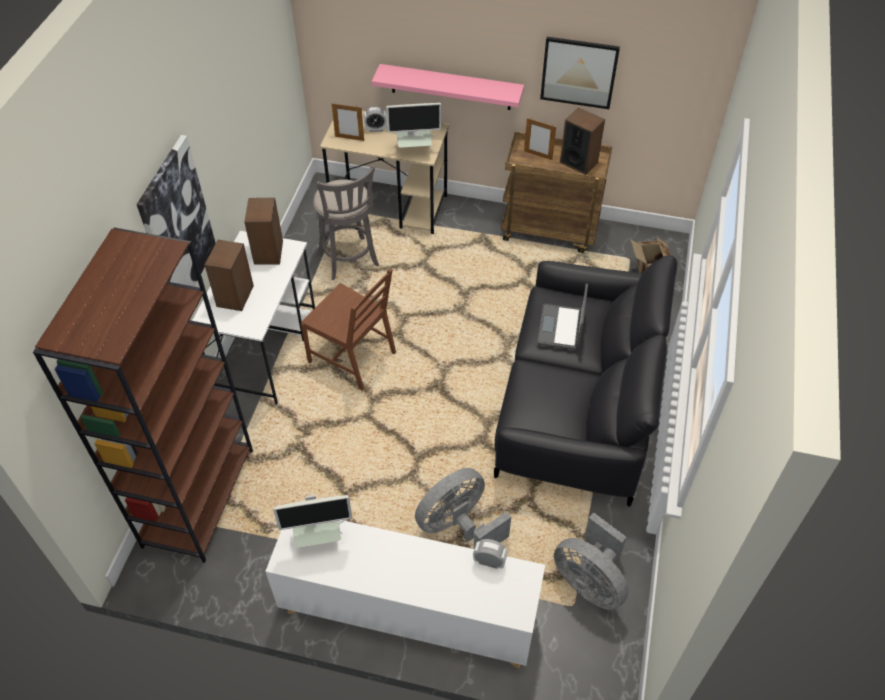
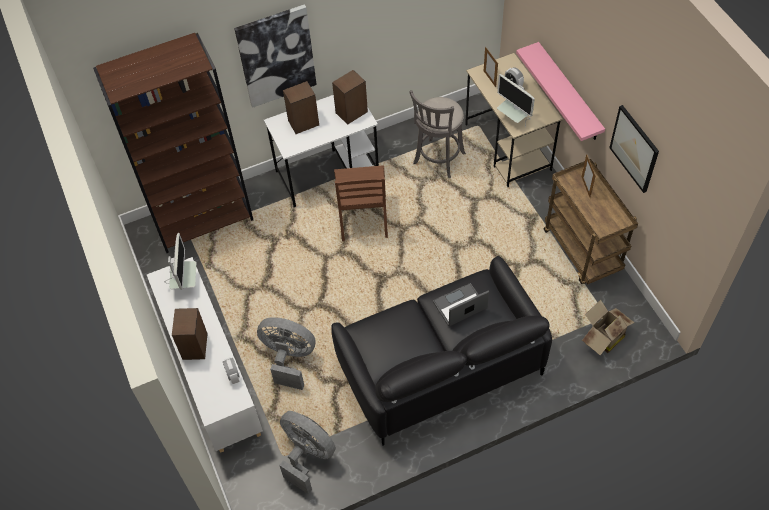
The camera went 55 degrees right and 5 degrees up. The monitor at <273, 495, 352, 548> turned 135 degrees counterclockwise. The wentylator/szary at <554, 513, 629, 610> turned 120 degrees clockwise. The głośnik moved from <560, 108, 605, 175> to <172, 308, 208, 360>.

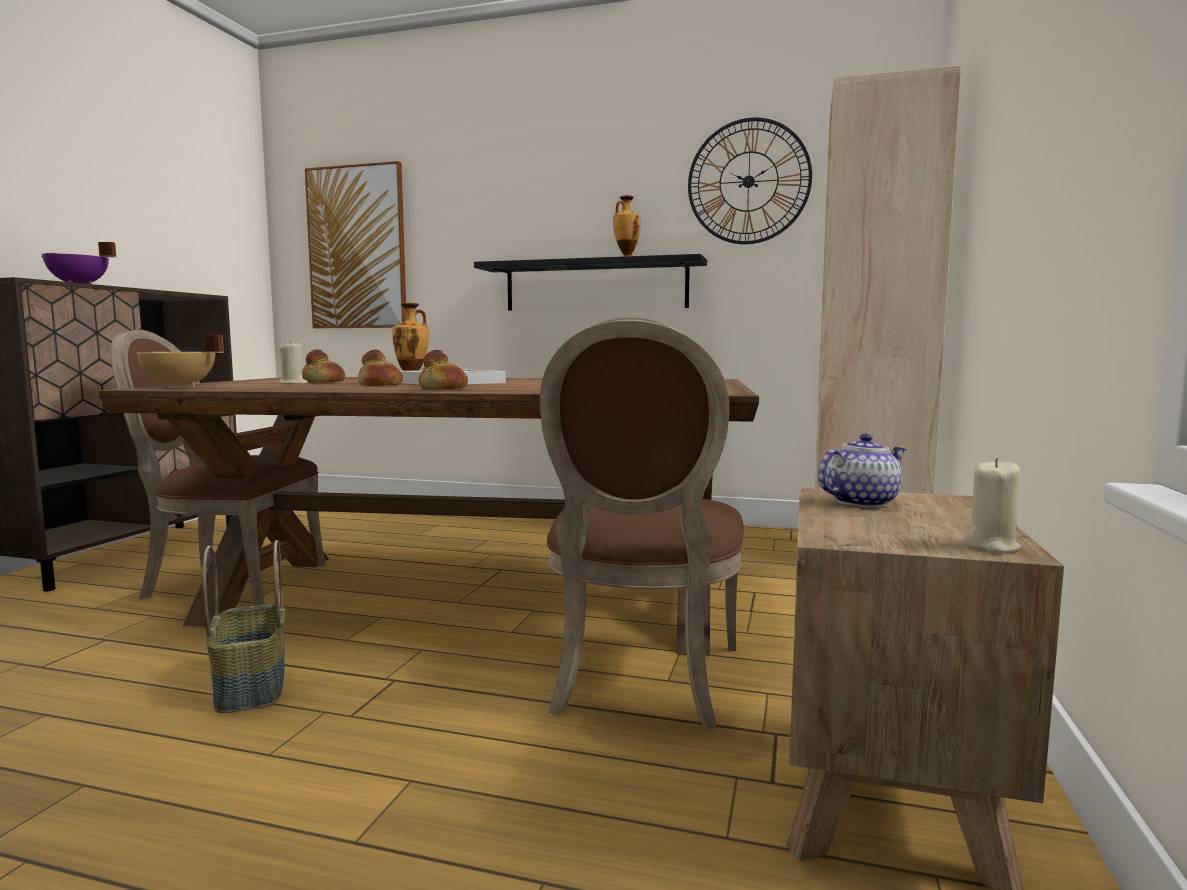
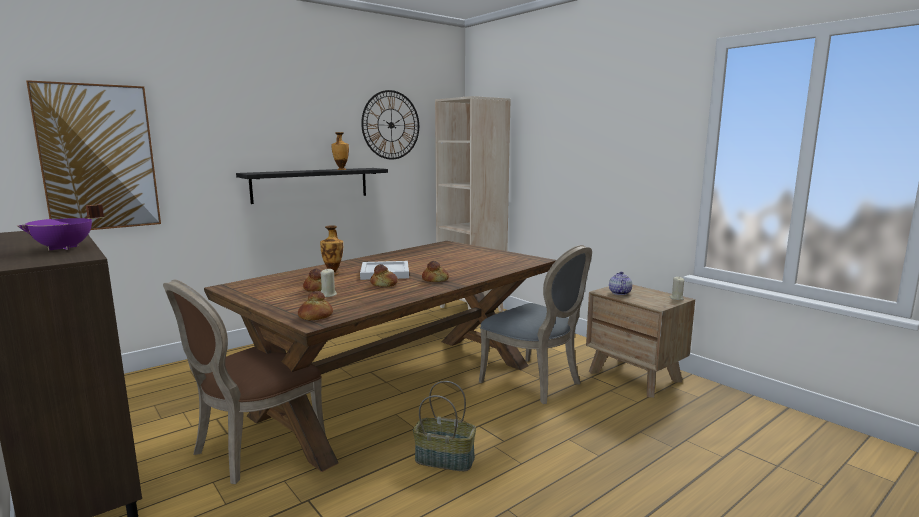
The camera went 55 degrees left and 5 degrees up. The garnek/beżowy at <136, 335, 224, 388> was replaced by the chleb at <298, 291, 333, 320>. The krzesło/brązowy at <540, 317, 744, 729> became the krzesło/szary at <479, 245, 592, 404>.

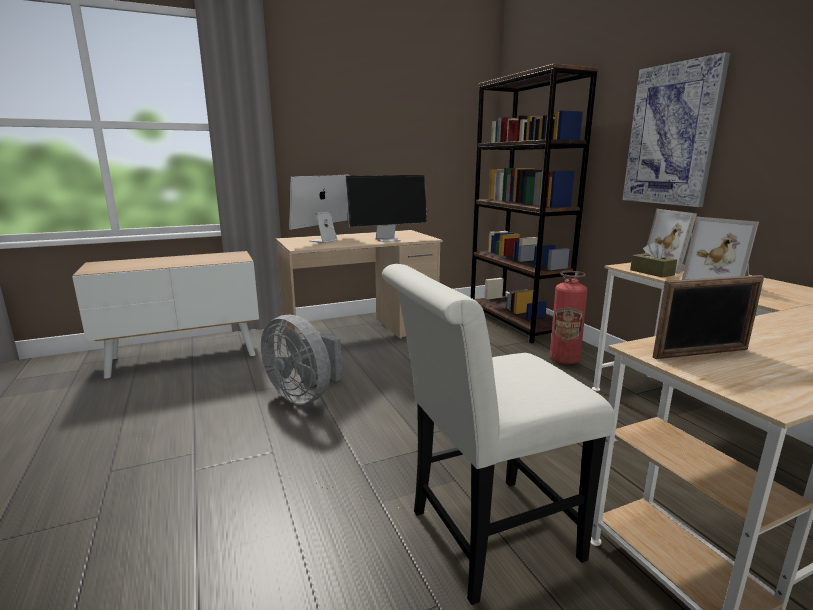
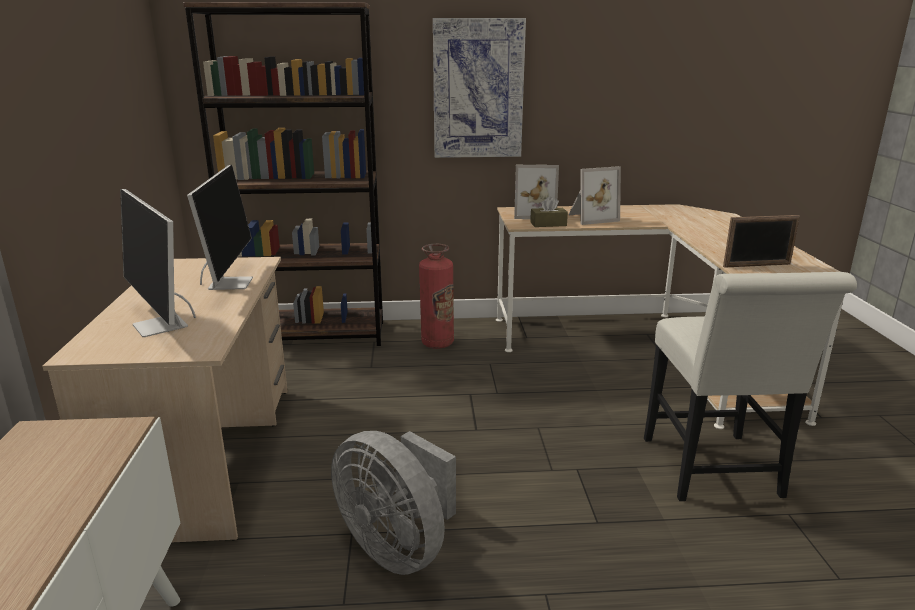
The camera went 70 degrees left and 5 degrees up. The wentylator/szary at <261, 314, 342, 404> turned 75 degrees clockwise. The ramka na zdjęcie at <653, 275, 764, 359> turned 75 degrees clockwise.

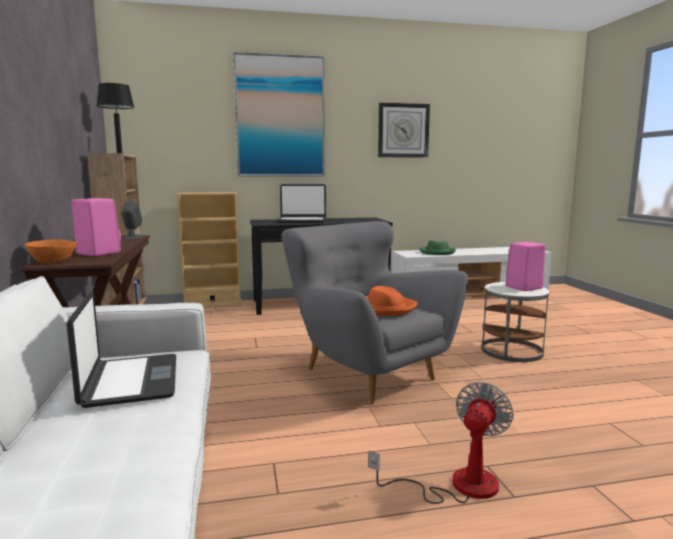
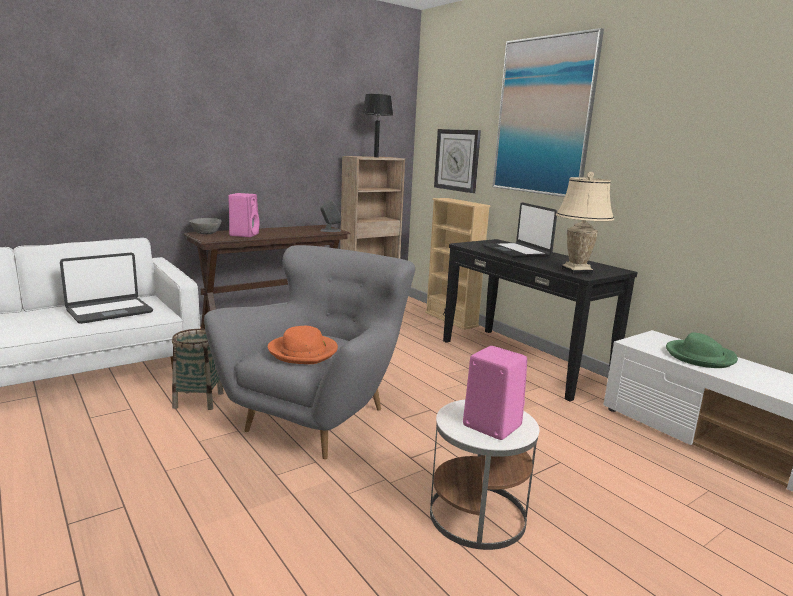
The camera went 65 degrees right and 5 degrees up. The miska/pomarańczowy at <25, 240, 77, 263> became the miska/szary at <189, 218, 222, 234>. The wentylator at <368, 382, 514, 504> disappeared. The zegar ścienny moved from <378, 103, 430, 158> to <434, 129, 481, 193>. The koszyk at <172, 329, 223, 410> appeared. The lampa stołowa/beżowy at <556, 172, 614, 274> appeared.

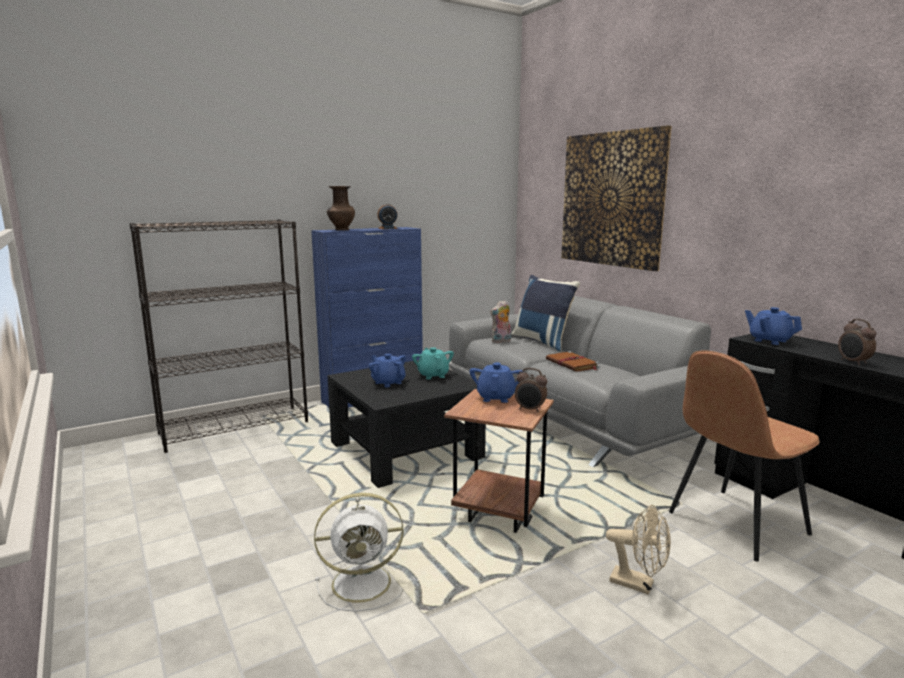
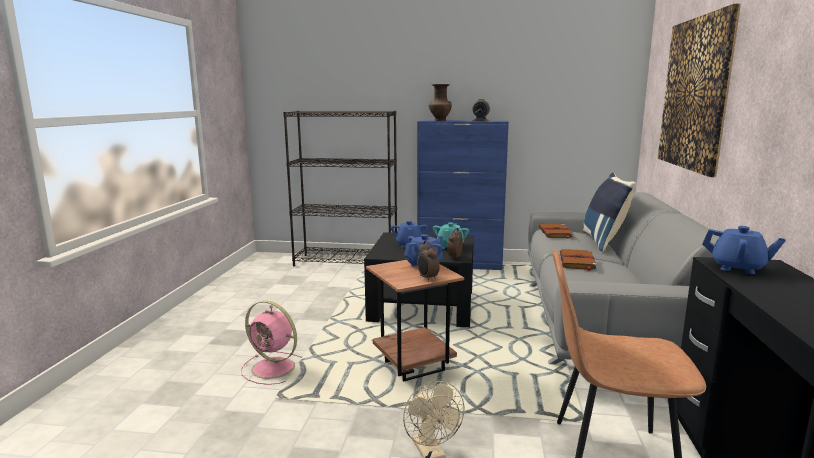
The camera went 40 degrees right and 0 degrees up. The wentylator/biały at <314, 493, 404, 612> became the wentylator/różowy at <241, 301, 302, 385>. The pluszak at <490, 300, 511, 343> was replaced by the książka/brązowy at <539, 224, 574, 239>. The imbryk/niebieski at <745, 307, 802, 345> turned 120 degrees clockwise. The budzik moved from <838, 319, 876, 365> to <447, 228, 463, 259>.

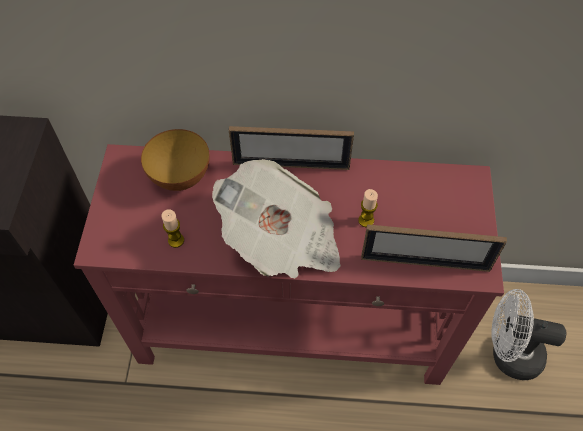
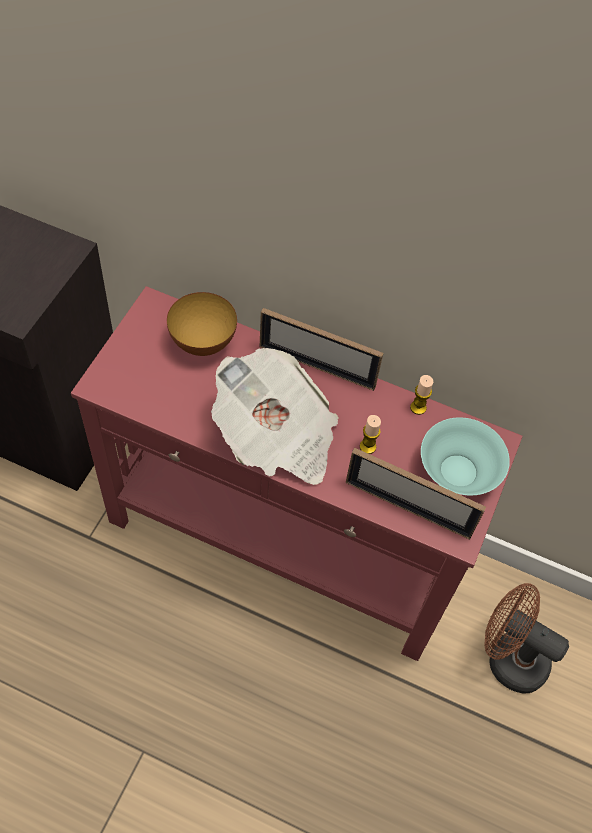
The camera went 15 degrees right and 0 degrees up. The świeca moved from <162, 209, 184, 248> to <410, 375, 433, 415>. The wentylator/biały at <491, 289, 566, 380> became the wentylator/brązowy at <485, 583, 569, 694>. The miska/turkusowy at <421, 418, 510, 495> appeared.

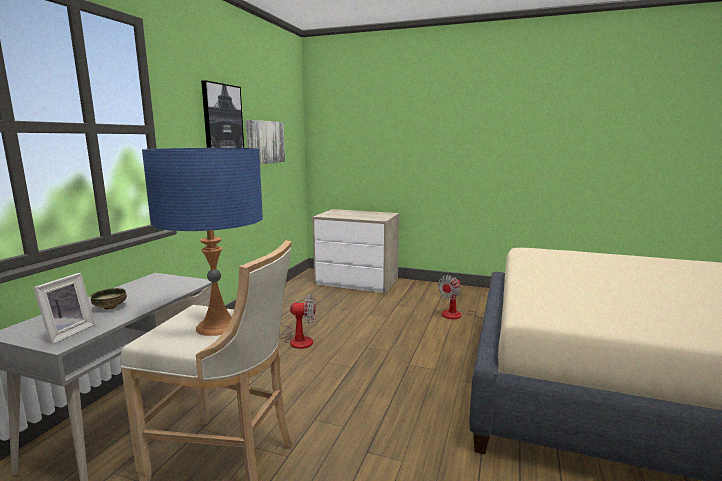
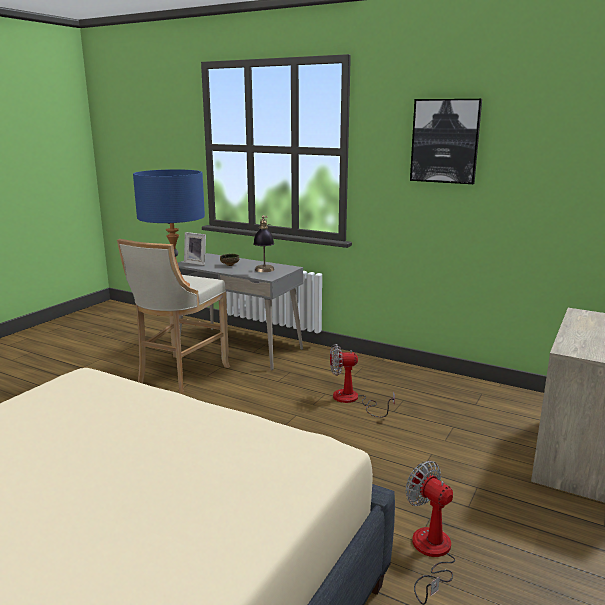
The camera went 100 degrees right and 5 degrees up. The obraz at <246, 120, 285, 164> disappeared. The wentylator at <279, 295, 316, 349> turned 75 degrees clockwise. The lampa stołowa at <253, 215, 274, 272> appeared.

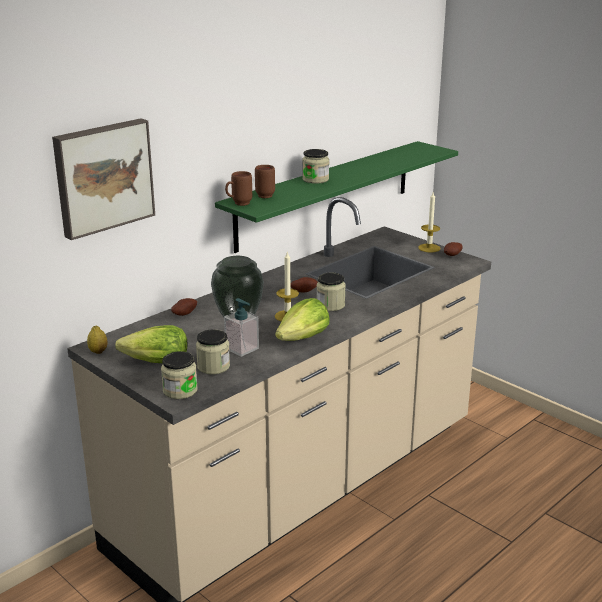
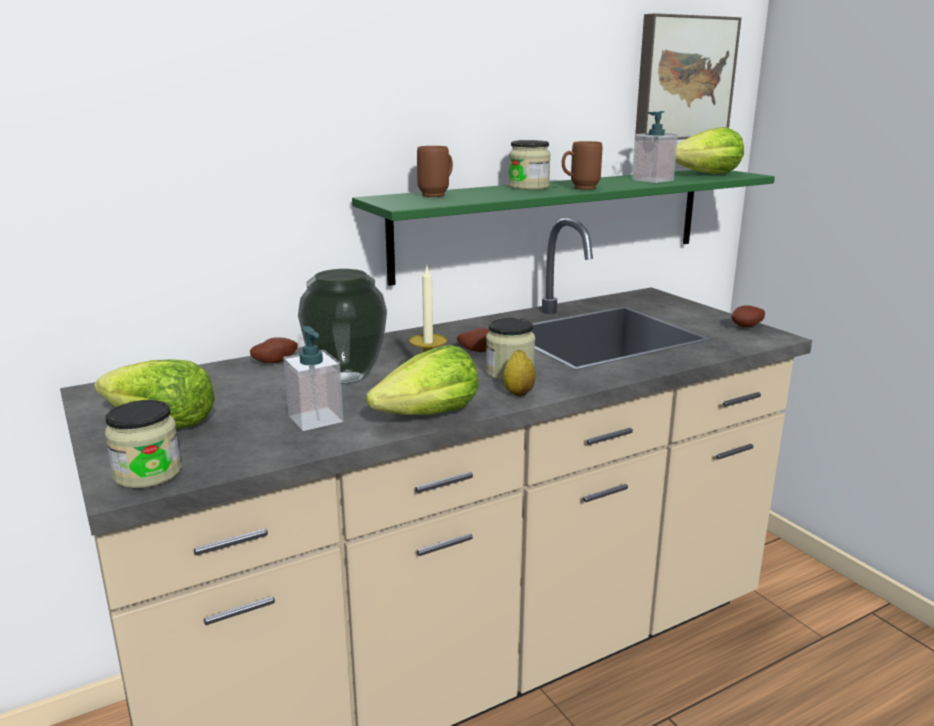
The camera went 15 degrees right and 5 degrees down. The obraz moved from <52, 118, 155, 240> to <635, 13, 742, 140>. The cytryna moved from <87, 326, 107, 354> to <503, 350, 536, 396>. The słoik at <196, 329, 230, 375> disappeared. The kubek/brązowy moved from <225, 171, 252, 206> to <562, 141, 602, 190>. The świeca at <418, 192, 440, 253> disappeared. The dozownik mydła at <632, 111, 678, 183> appeared. The sałata at <676, 127, 744, 174> appeared.

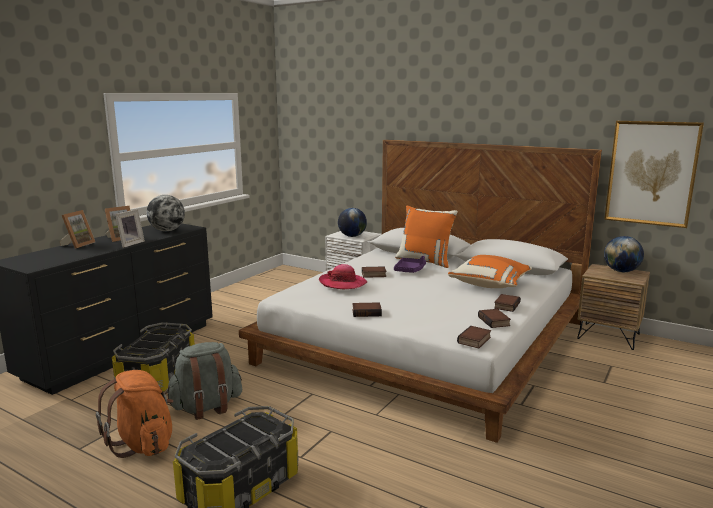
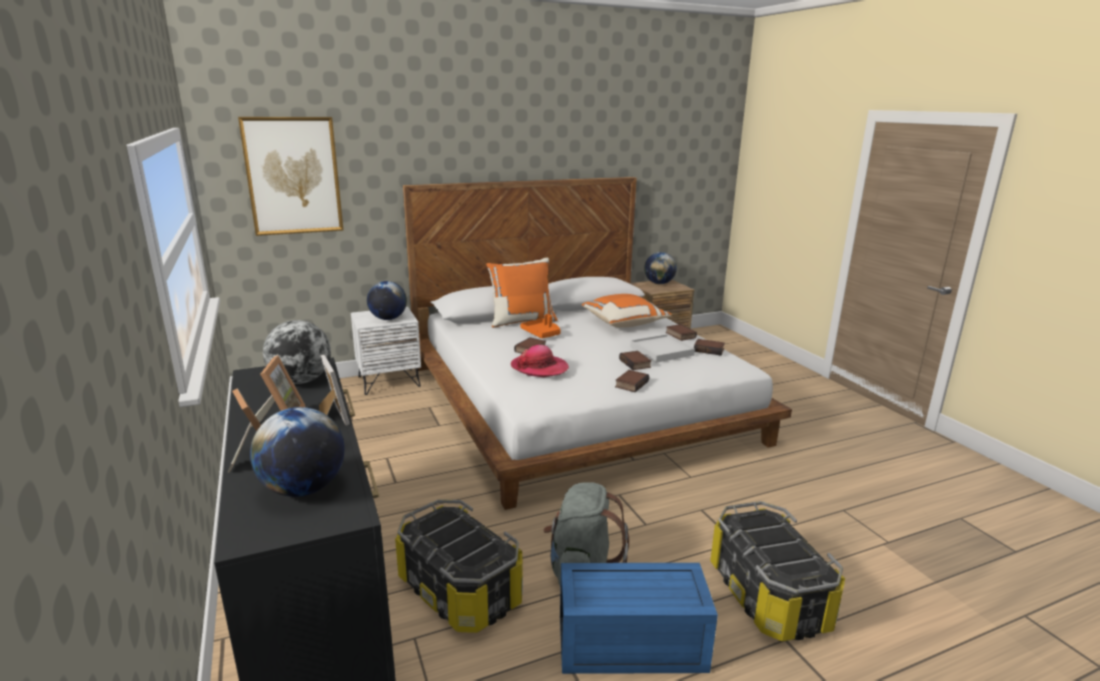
The camera went 55 degrees left and 5 degrees up. The plecak/pomarańczowy at <96, 370, 173, 458> was replaced by the pojemnik do przechowywania/niebieski at <560, 563, 718, 674>. The taca/fioletowy at <394, 256, 426, 273> became the taca/pomarańczowy at <520, 314, 561, 338>. The książka moved from <457, 326, 491, 349> to <619, 351, 652, 370>. The obraz moved from <604, 121, 704, 228> to <238, 117, 343, 236>. The globus at <250, 407, 345, 497> appeared. The taca/biały at <630, 334, 695, 363> appeared.

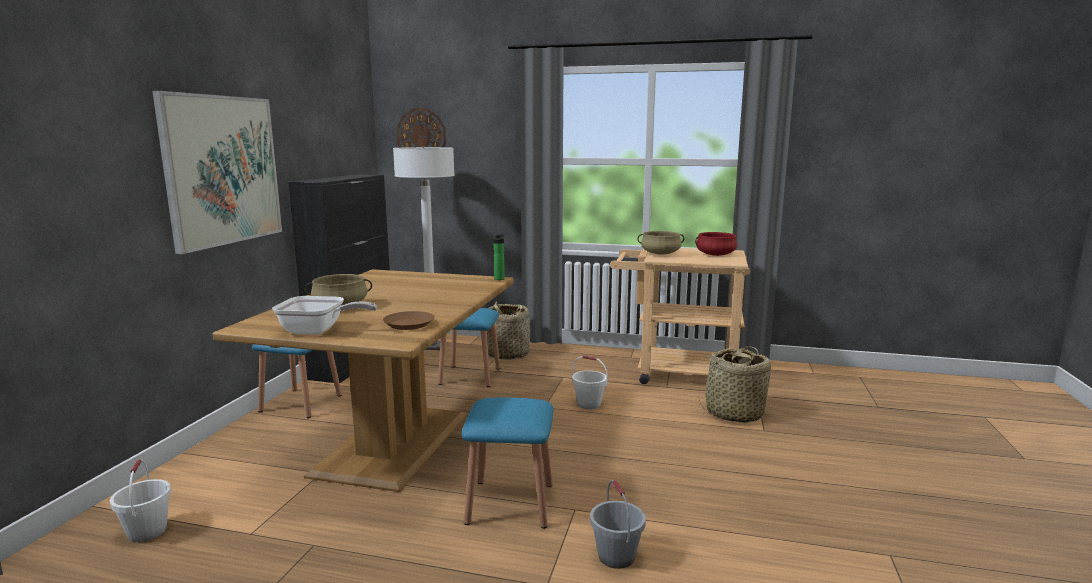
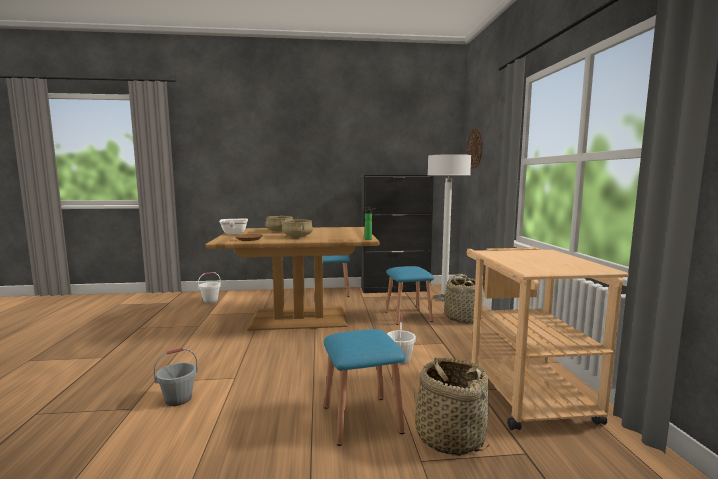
The camera went 70 degrees right and 5 degrees down. The obraz at <152, 91, 282, 254> disappeared. The stołek/niebieski moved from <462, 398, 553, 529> to <324, 329, 405, 446>. The garnek/beżowy moved from <637, 231, 684, 255> to <282, 219, 313, 237>. The garnek/czerwony at <695, 232, 737, 256> disappeared.

